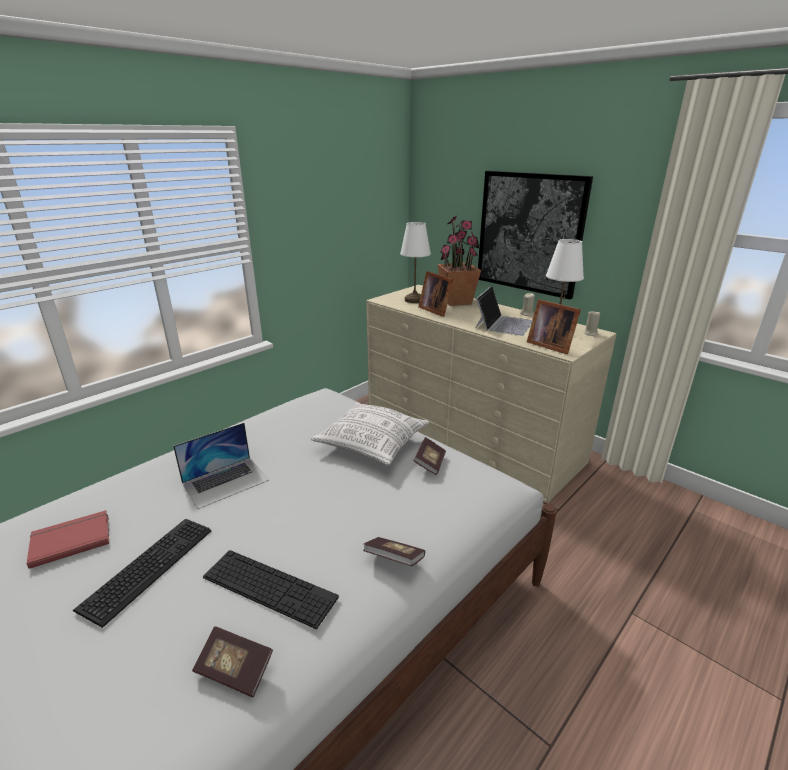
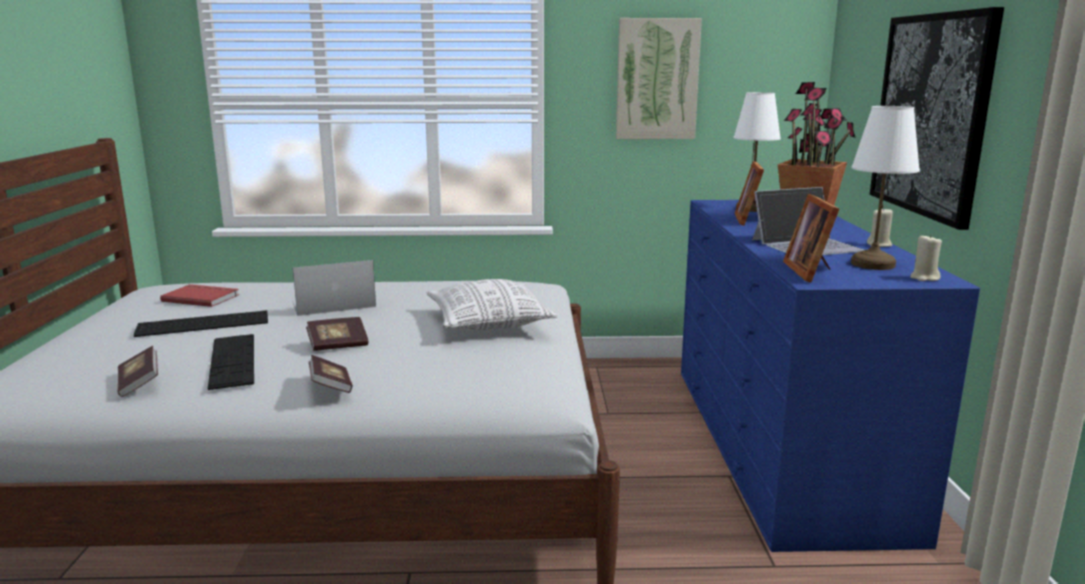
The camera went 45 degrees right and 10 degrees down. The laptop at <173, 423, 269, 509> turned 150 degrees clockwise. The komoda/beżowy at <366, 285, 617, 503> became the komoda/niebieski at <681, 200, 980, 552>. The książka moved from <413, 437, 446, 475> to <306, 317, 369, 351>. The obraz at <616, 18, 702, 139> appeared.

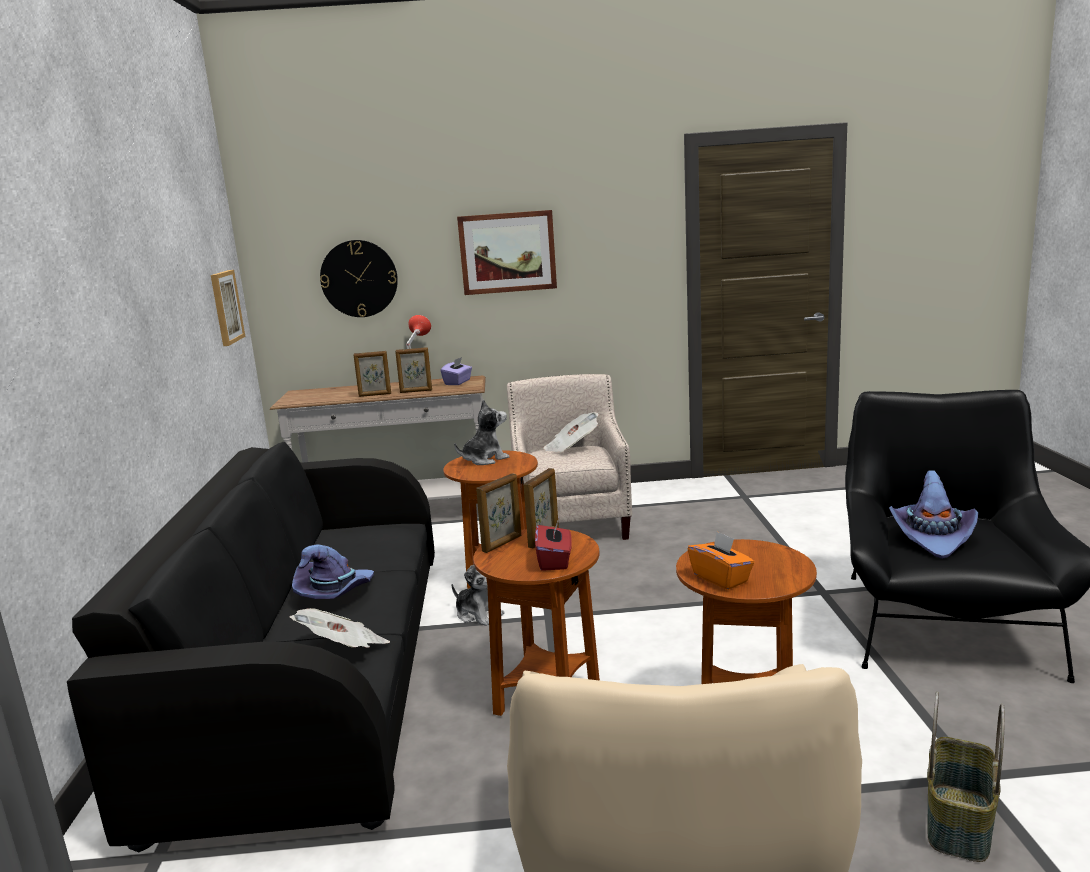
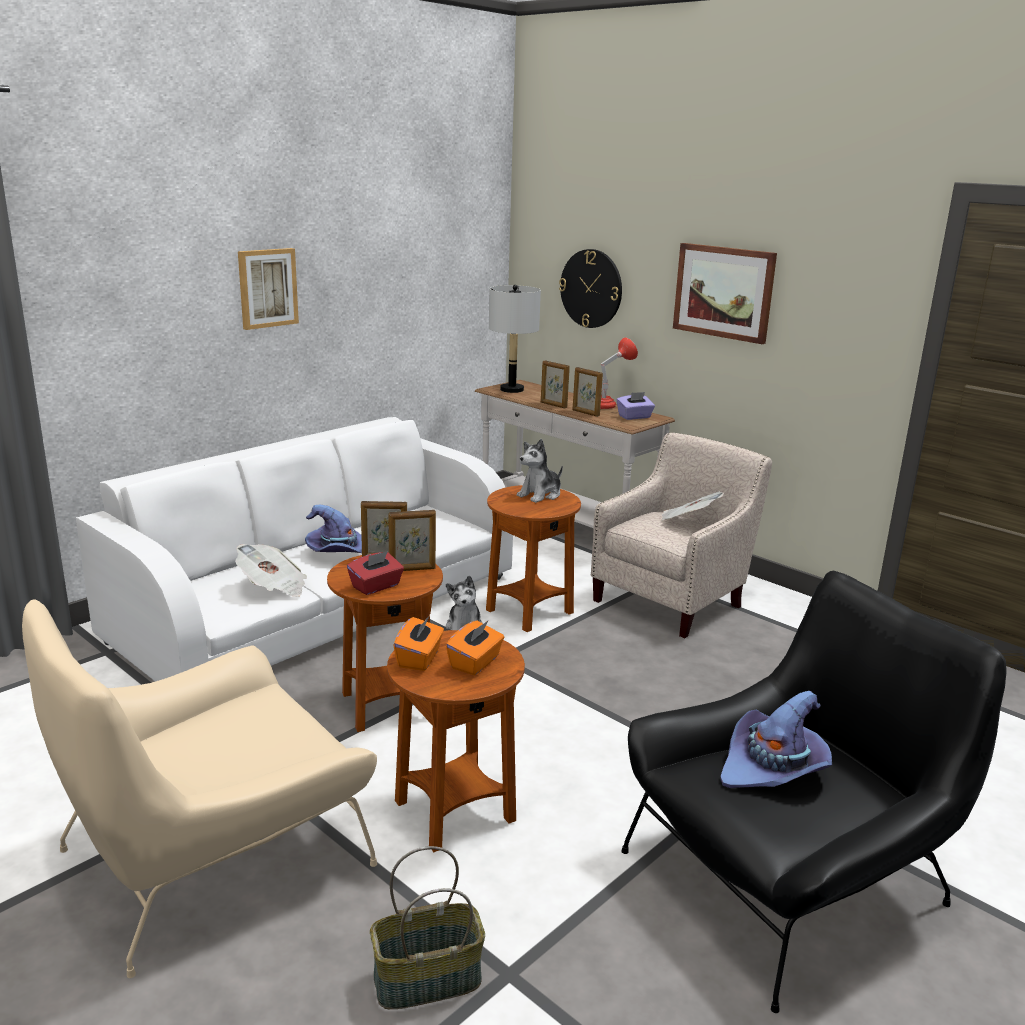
The camera went 45 degrees right and 5 degrees up. The kanapa/czarny at <67, 442, 435, 852> became the kanapa/biały at <76, 417, 513, 681>. The obraz moved from <211, 270, 245, 346> to <238, 248, 299, 330>. The pluszak at <454, 400, 509, 465> turned 120 degrees clockwise. The pudełko chusteczek/pomarańczowy at <446, 620, 504, 675> appeared. The lampa stołowa/szary at <489, 285, 541, 393> appeared.

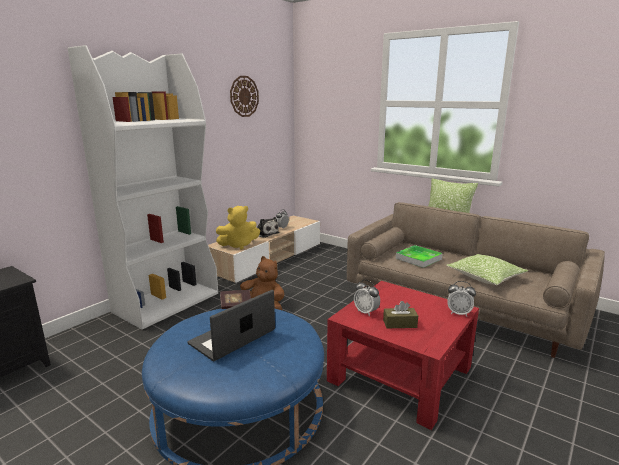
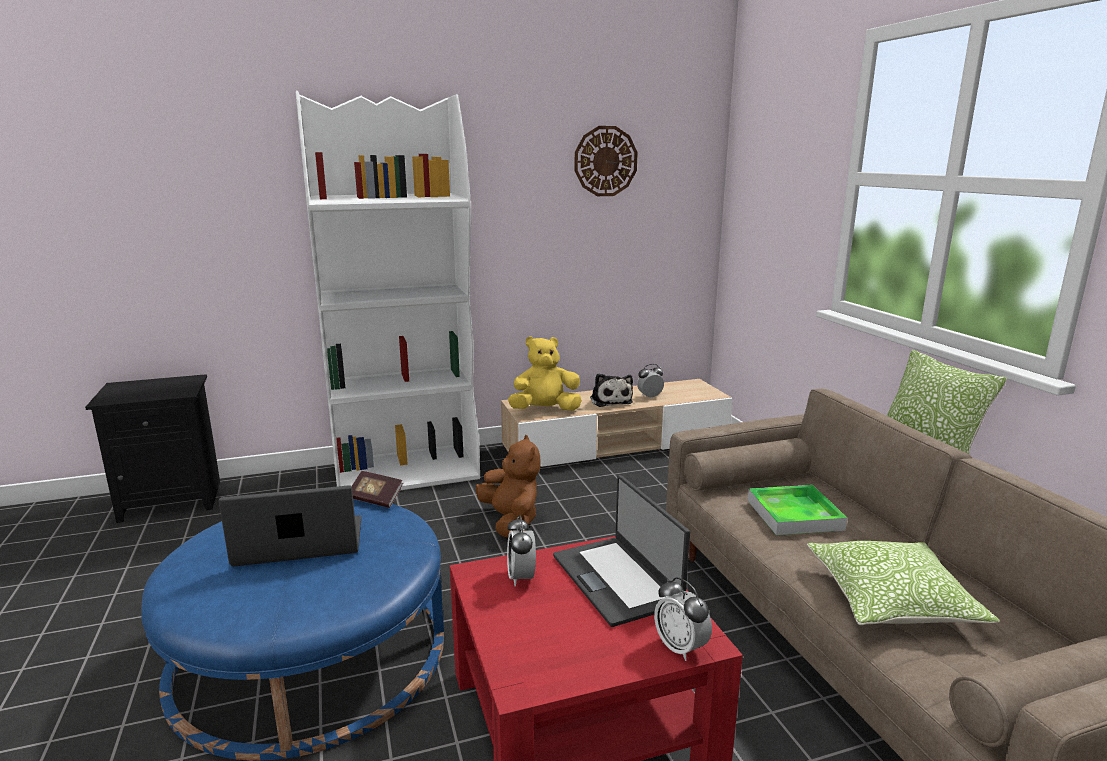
The camera went 35 degrees right and 0 degrees up. The pluszak/żółty at <216, 206, 260, 250> turned 150 degrees clockwise. The pudełko chusteczek/brązowy at <383, 301, 418, 328> disappeared. The laptop at <553, 475, 690, 627> appeared.

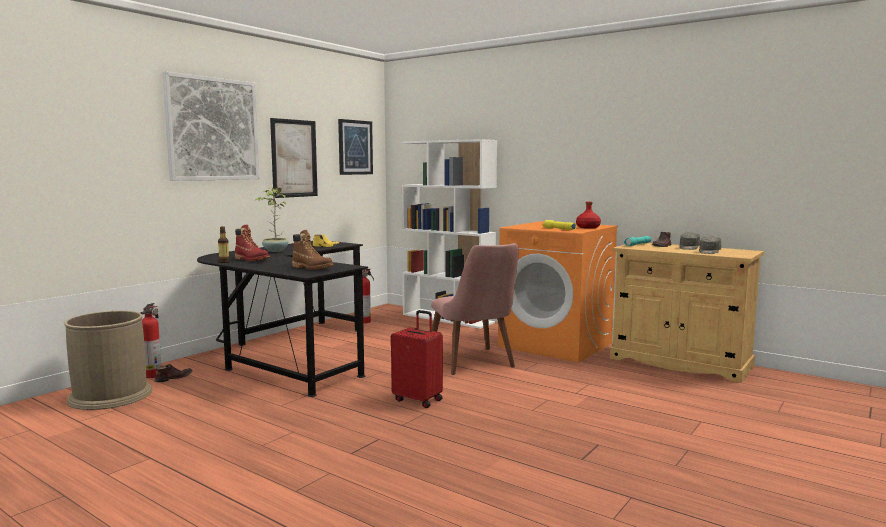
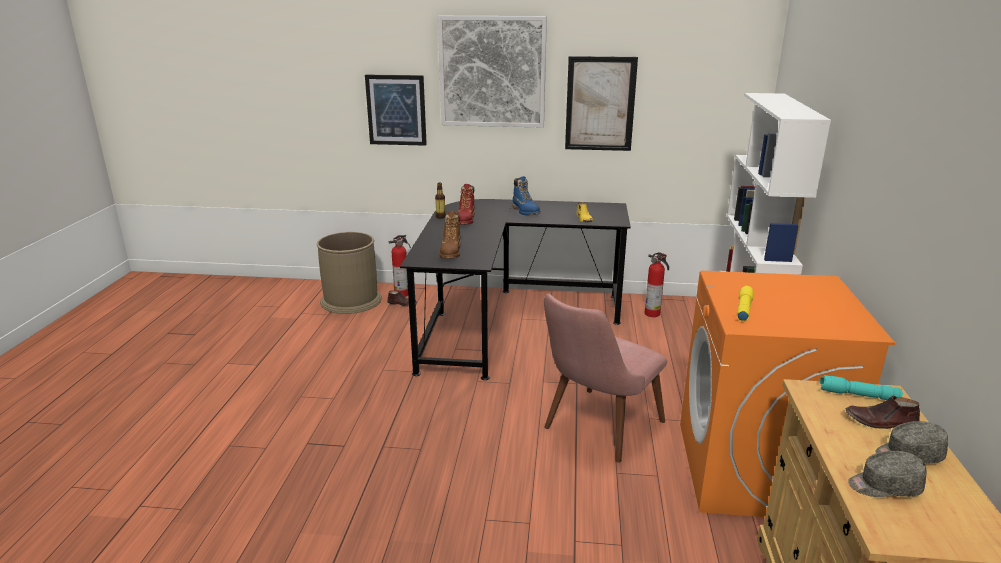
The camera went 60 degrees right and 15 degrees up. The roślina doniczkowa at <256, 187, 288, 252> was replaced by the but z cholewką/niebieski at <512, 176, 540, 215>. The obraz moved from <338, 119, 373, 175> to <365, 75, 427, 146>. The walizka/czerwony at <391, 310, 443, 408> disappeared. The butelka/czerwony at <576, 201, 601, 229> disappeared.

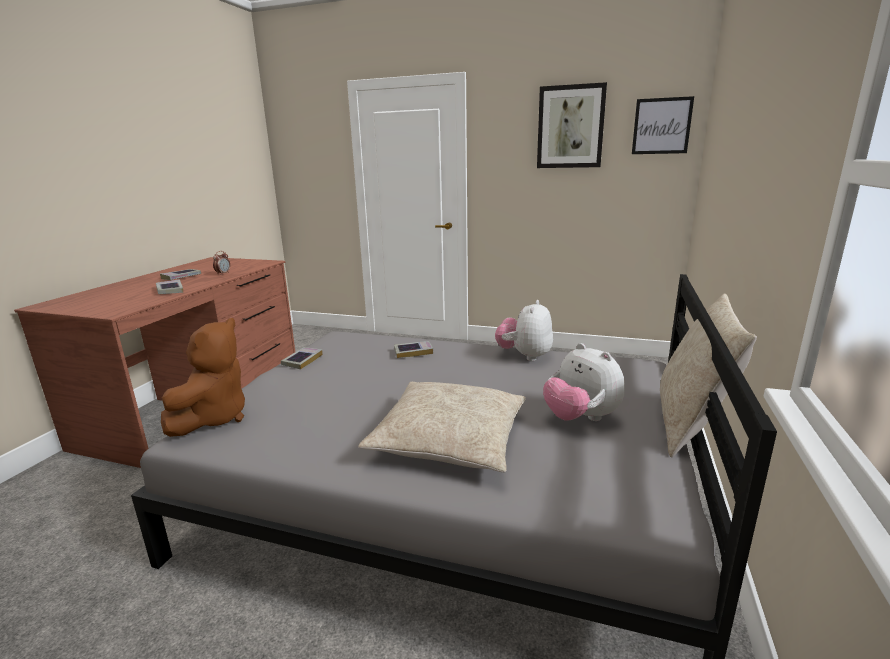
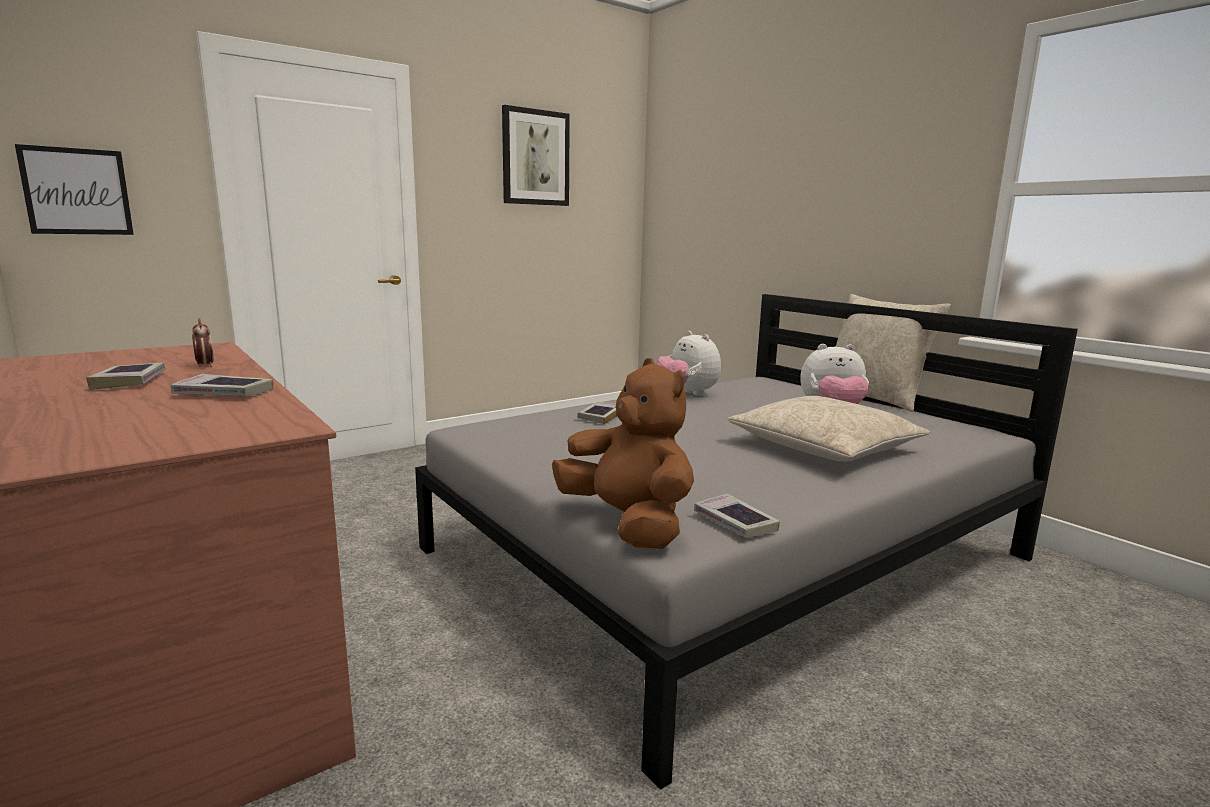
The camera went 55 degrees left and 5 degrees down. The książka moved from <281, 347, 323, 370> to <694, 494, 780, 538>. The obraz moved from <632, 96, 694, 154> to <15, 144, 134, 235>.

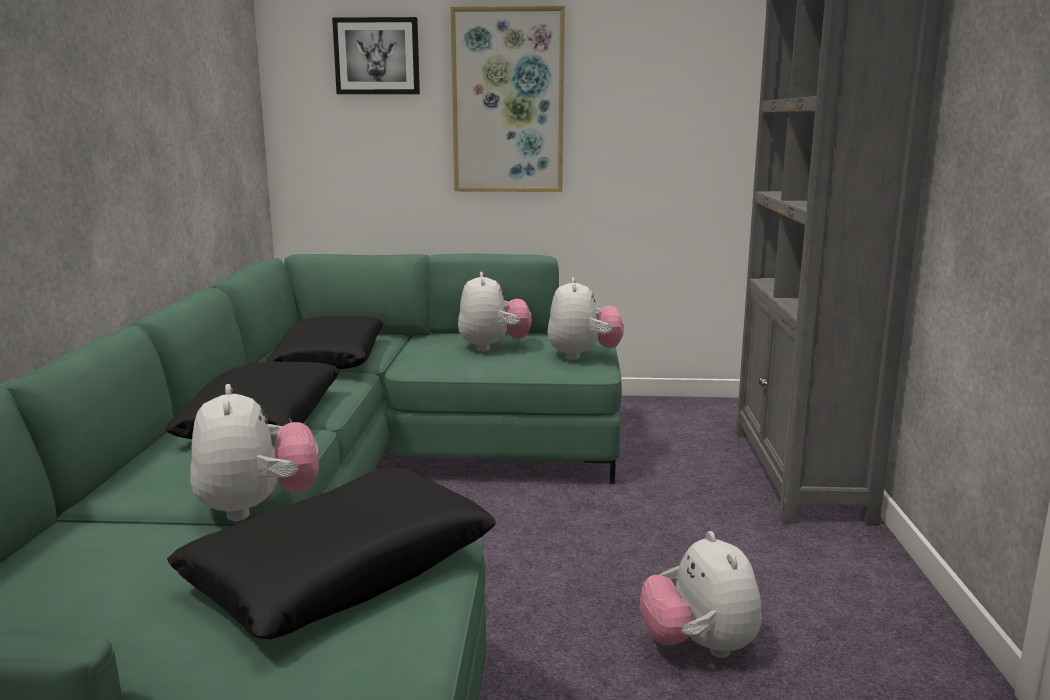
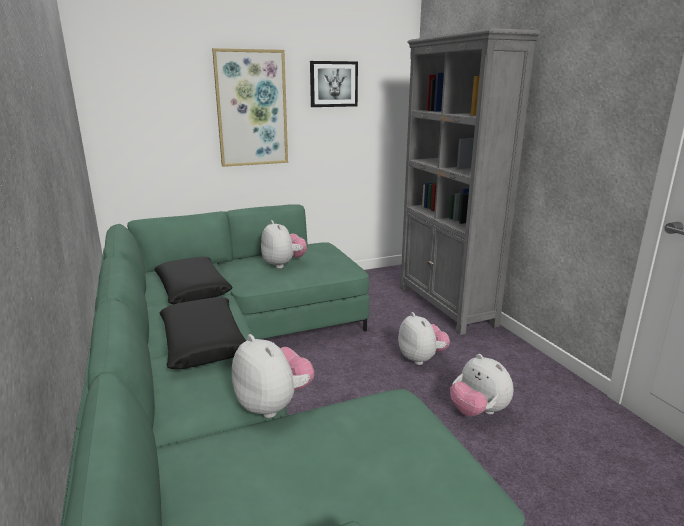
The camera went 25 degrees left and 5 degrees up. The poduszka/czarny at <167, 467, 496, 639> disappeared. The obraz moved from <332, 17, 420, 94> to <310, 61, 358, 107>. The pluszak moved from <547, 277, 624, 360> to <398, 312, 450, 365>.

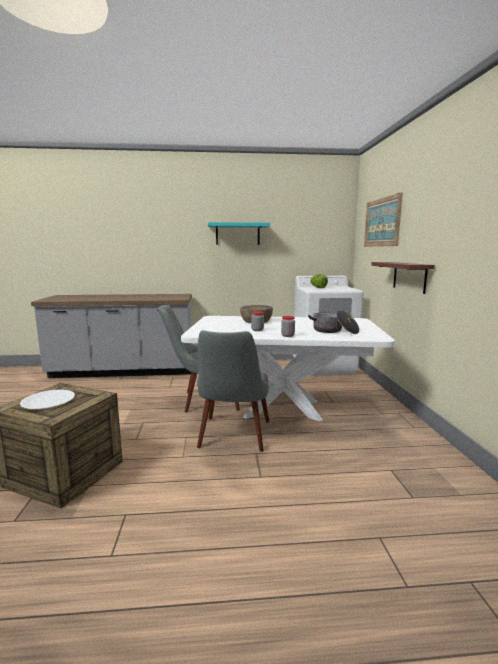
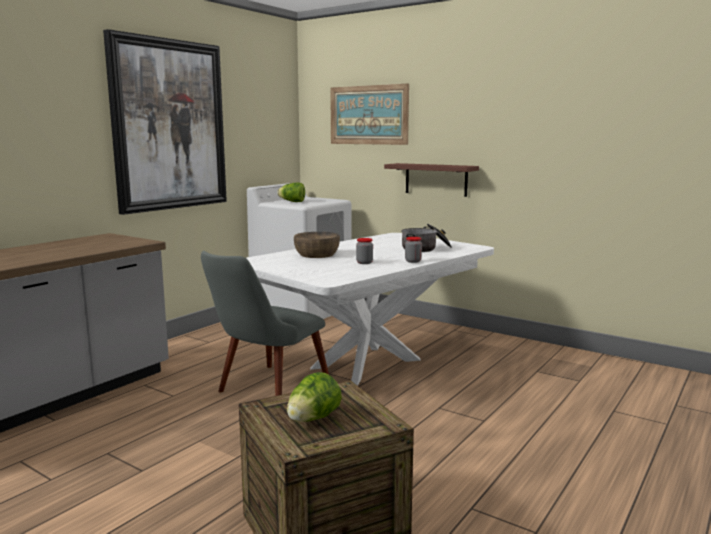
The camera went 50 degrees left and 0 degrees up. The talerz/biały at <20, 390, 75, 409> was replaced by the sałata at <287, 372, 342, 422>. The krzesło/szary at <197, 330, 269, 452> disappeared. The półka/turkusowy at <208, 222, 270, 245> was replaced by the obraz at <103, 29, 227, 215>.

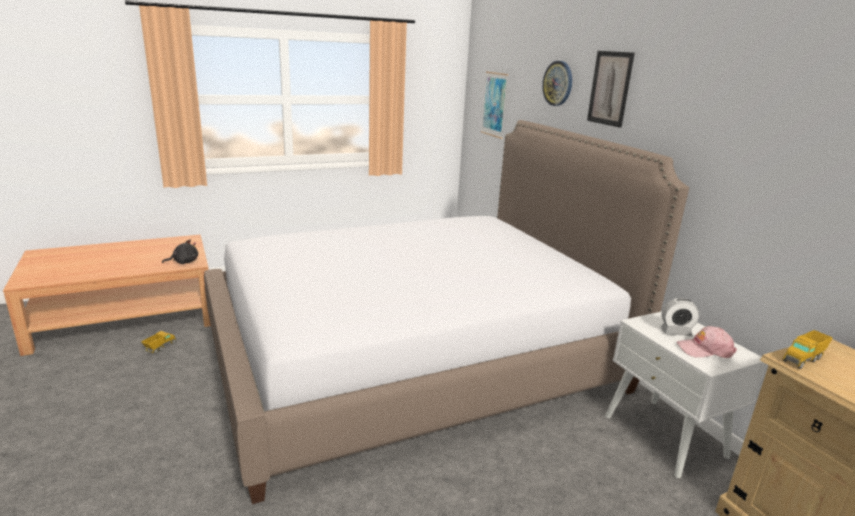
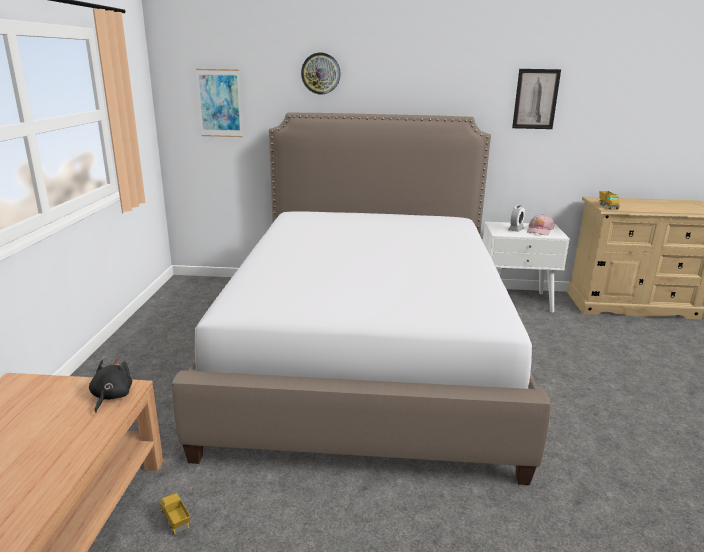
The camera went 60 degrees left and 0 degrees up. The obraz moved from <587, 51, 635, 128> to <512, 69, 561, 129>.

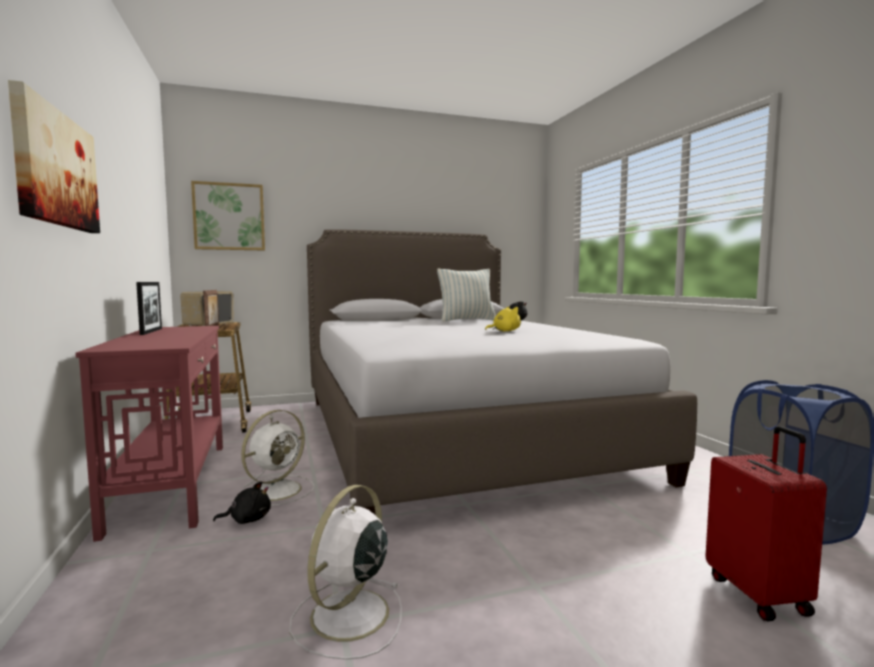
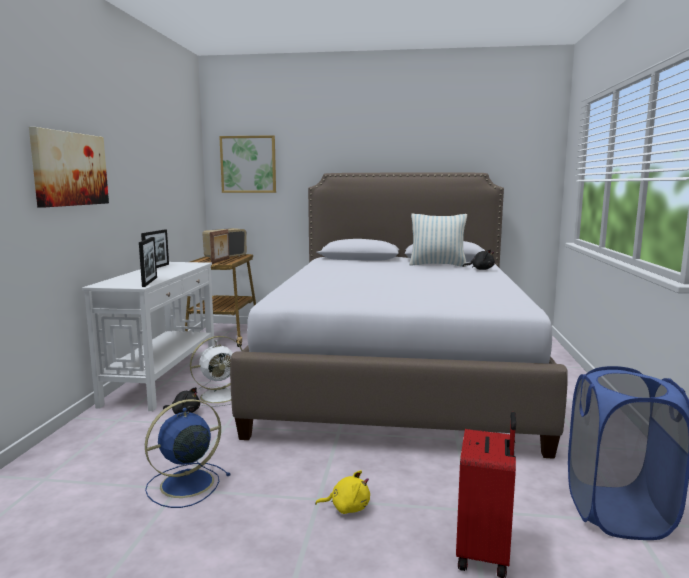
The camera went 25 degrees right and 5 degrees up. The stolik konsolowy/czerwony at <75, 326, 223, 542> became the stolik konsolowy/biały at <82, 262, 215, 411>. The wentylator/biały at <289, 485, 402, 660> became the wentylator/niebieski at <145, 399, 230, 508>. The pluszak/żółty moved from <485, 307, 521, 331> to <315, 470, 370, 514>. The ramka na zdjęcie at <139, 237, 157, 287> appeared.

